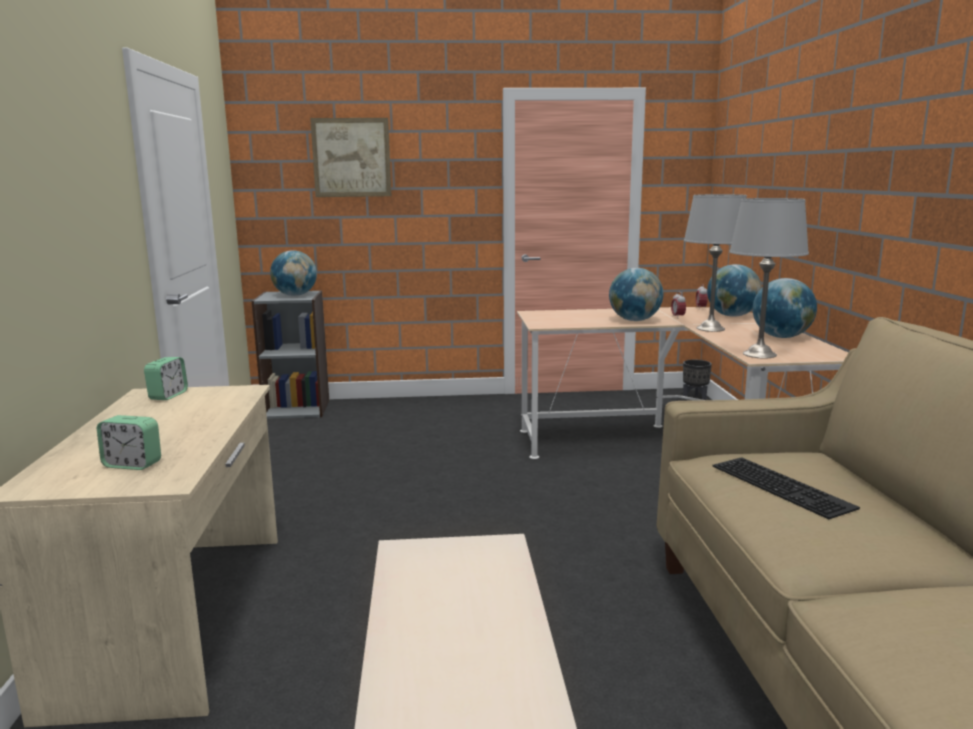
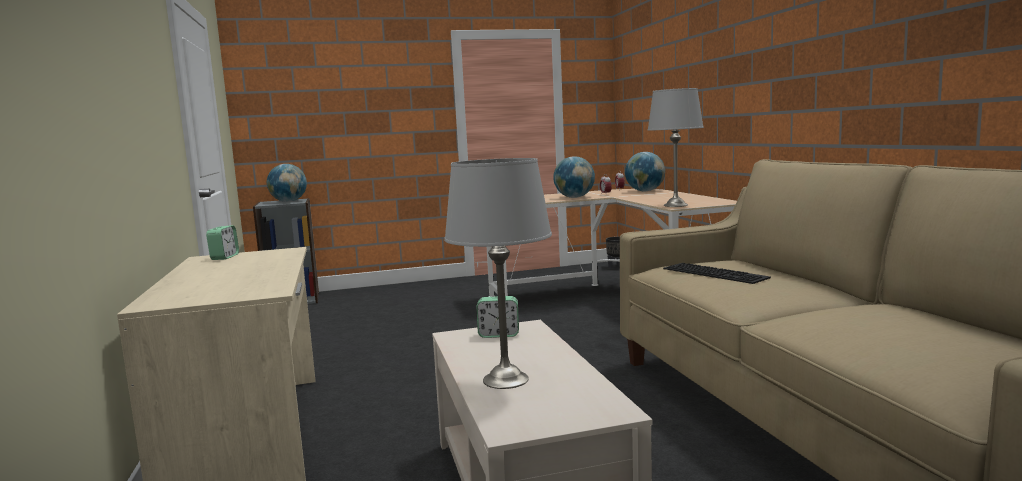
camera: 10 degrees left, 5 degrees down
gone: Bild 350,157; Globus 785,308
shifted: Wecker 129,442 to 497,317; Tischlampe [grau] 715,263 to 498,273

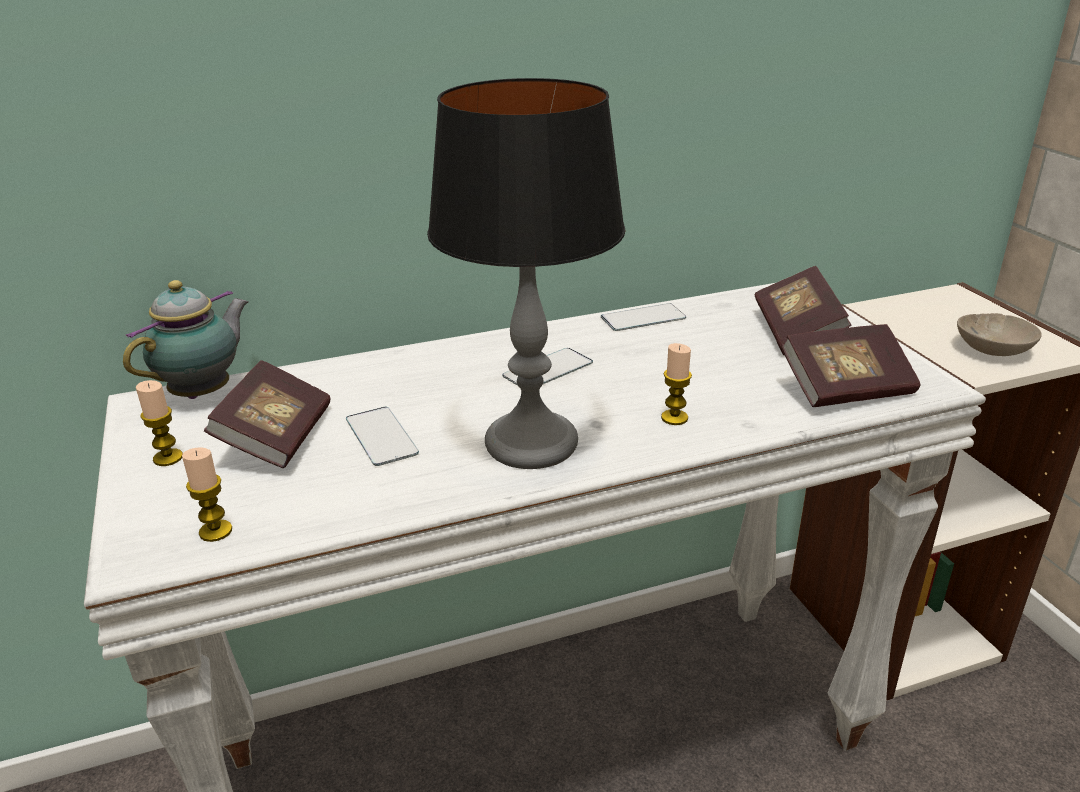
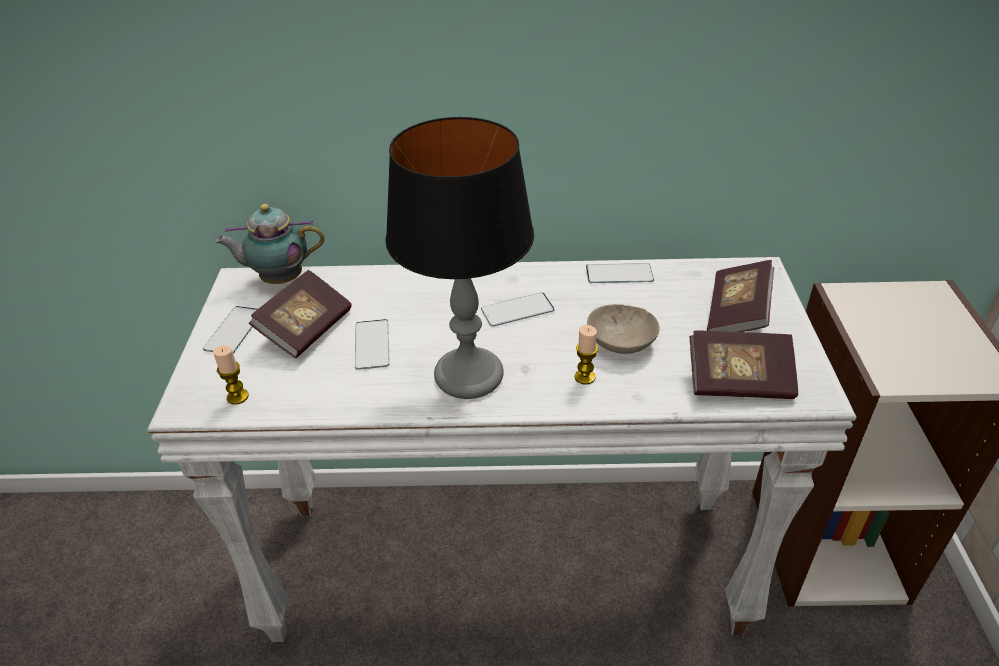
camera: 20 degrees right, 10 degrees up
shifted: Schüssel [beige] 999,334 to 623,329
swapped: Kerze 159,423 to Handy 230,329
rotated: Teekanne 185,339 = 269,244 150 degrees counterclockwise

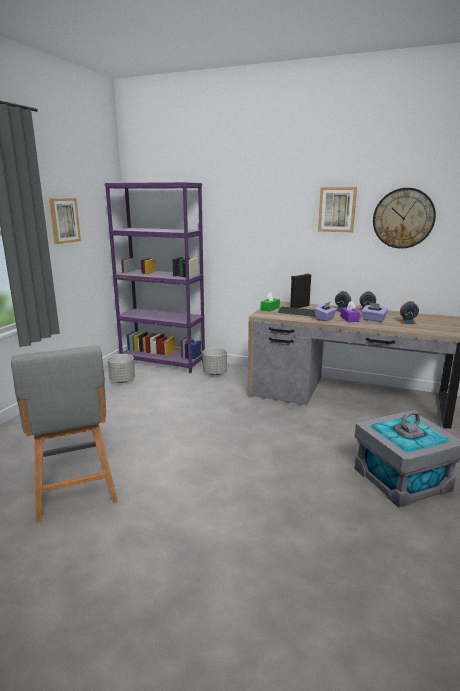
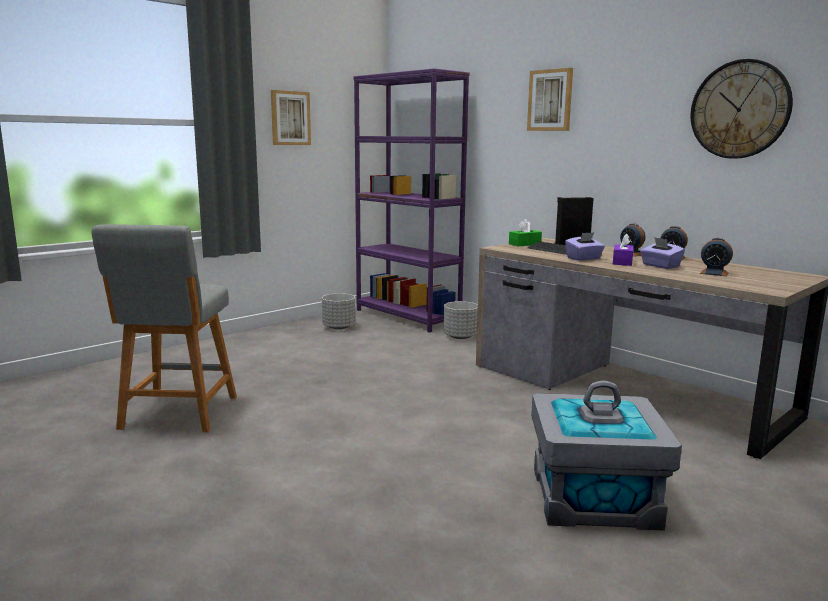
camera: 25 degrees right, 5 degrees down
shifted: Bild 337,209 to 550,99

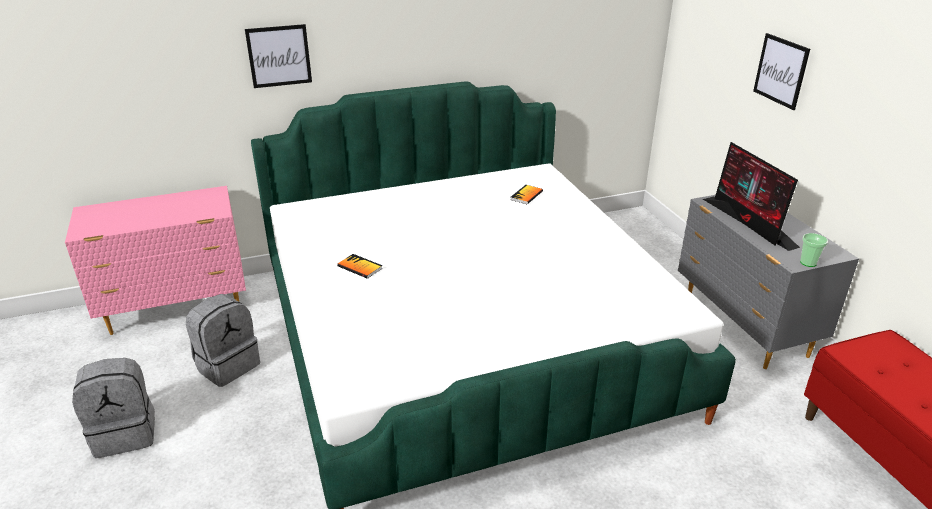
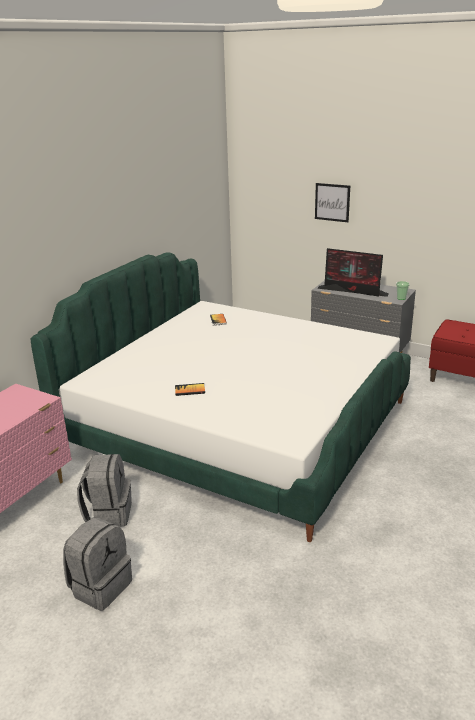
camera: 40 degrees left, 5 degrees down
gone: Bild 278,56

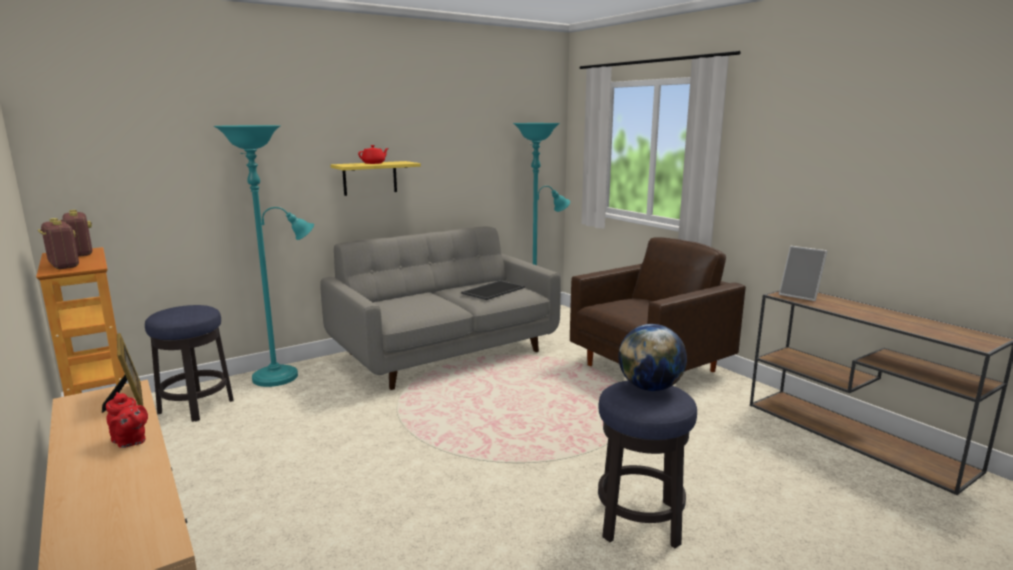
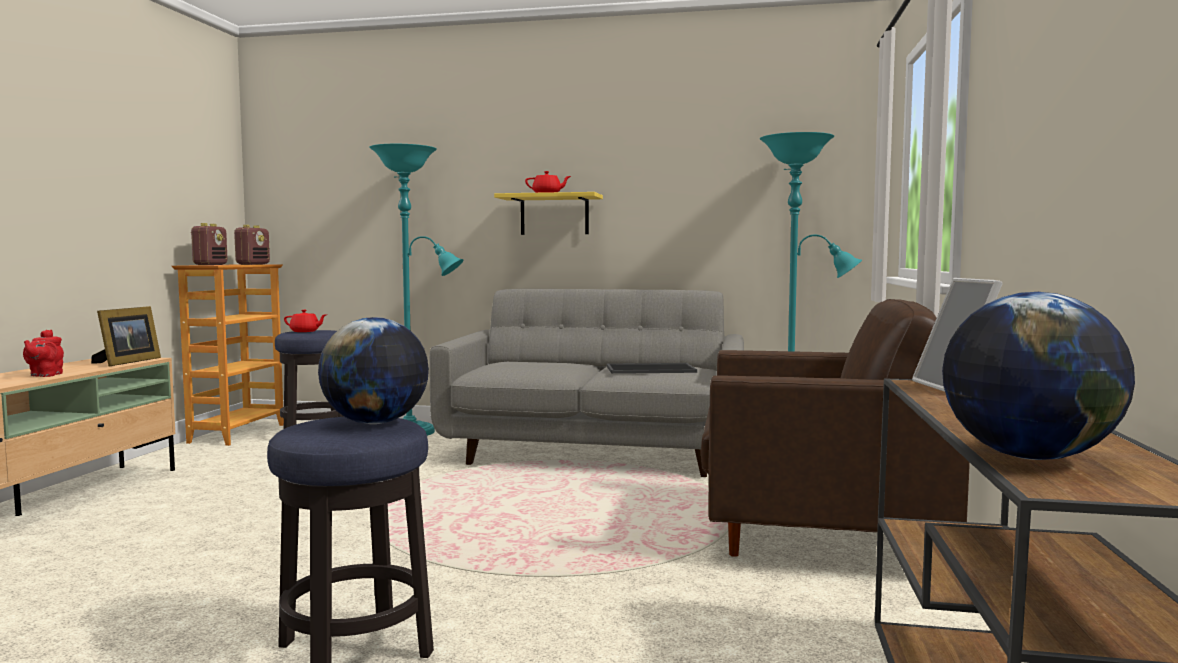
camera: 45 degrees right, 10 degrees down
new: Teekanne [rot] 305,321; Globus 1038,376

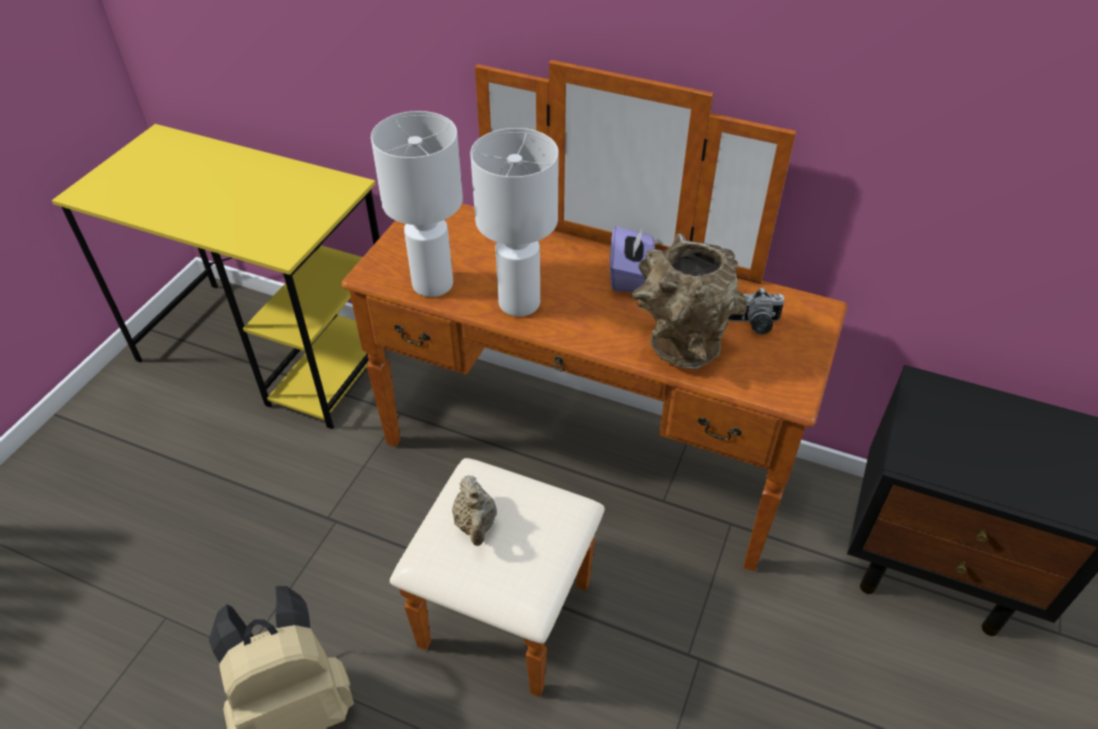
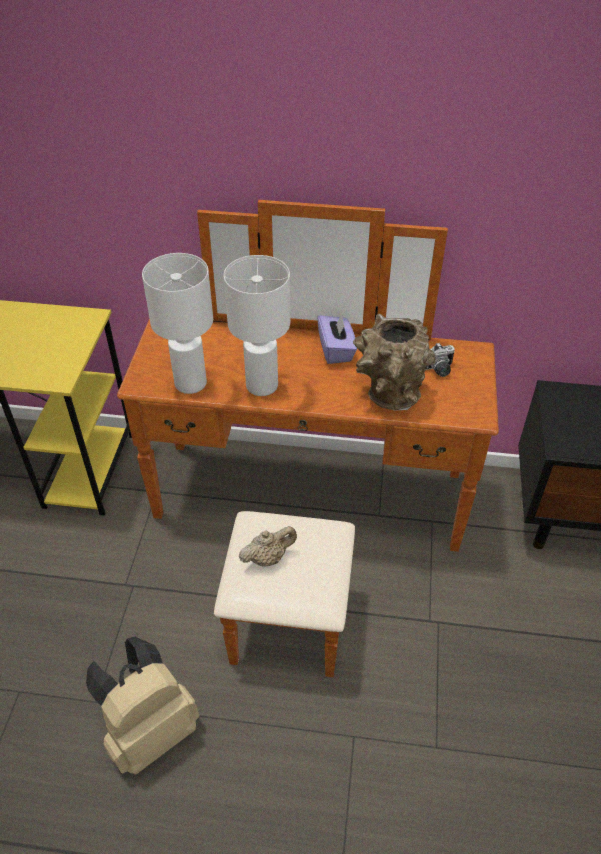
camera: 15 degrees left, 0 degrees up
rotated: Teekanne [beige] 474,510 = 268,546 90 degrees counterclockwise

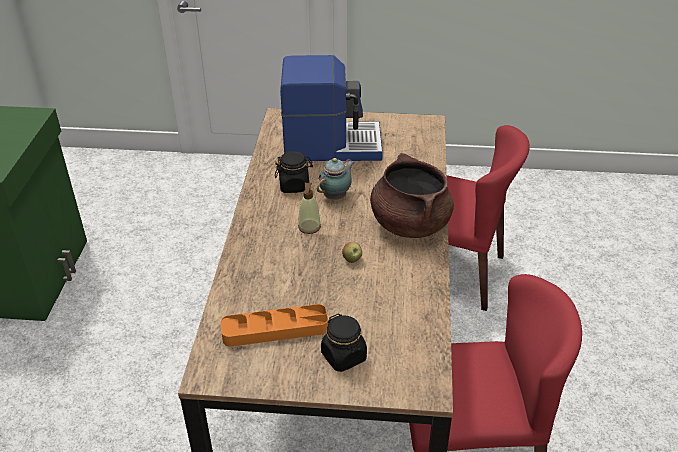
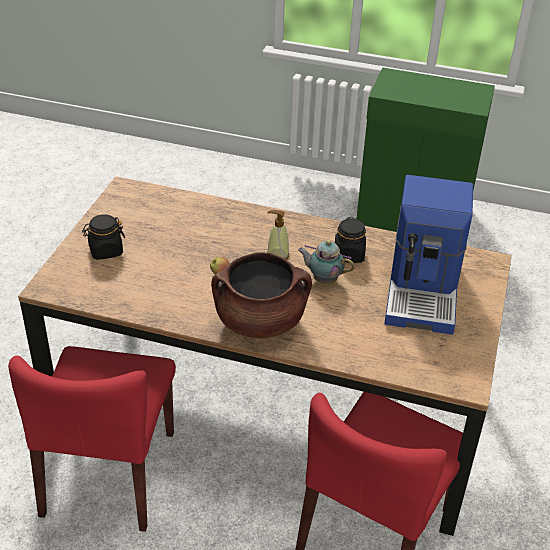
camera: 100 degrees right, 0 degrees up
gone: Tablett [orange] 274,325
rotated: Teekanne 335,178 = 326,262 150 degrees clockwise

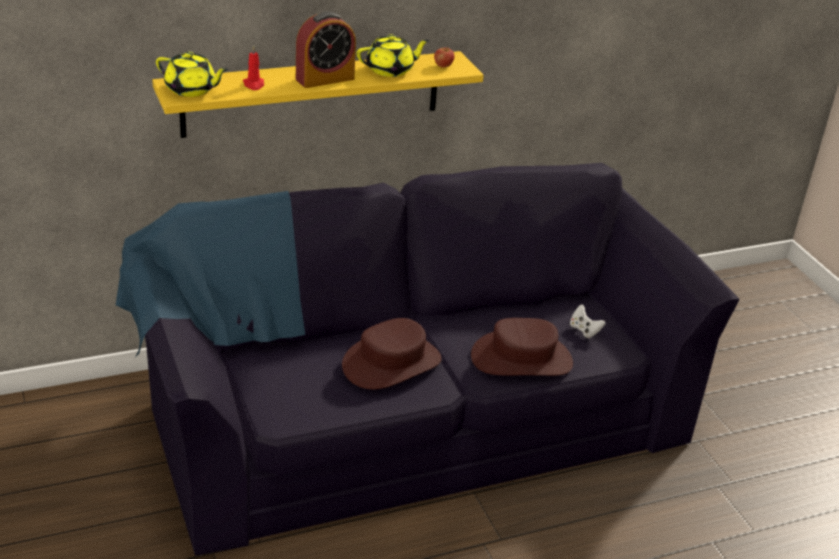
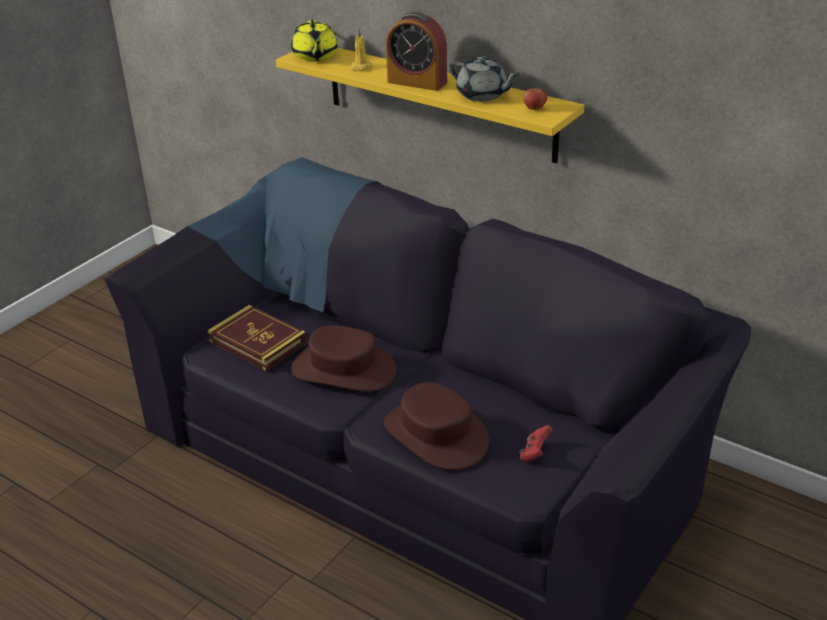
camera: 60 degrees right, 0 degrees up
new: Buch 257,338
repainted: Kerze [rot] 253,67 to Kerze [gelb] 361,50; Teekanne [gelb] 393,55 to Teekanne [grau] 484,78; Gamepad [weiß] 587,321 to Gamepad [rot] 536,443

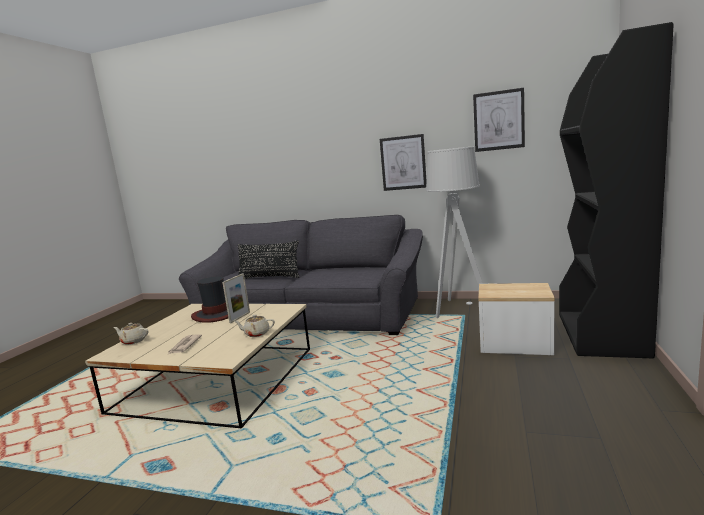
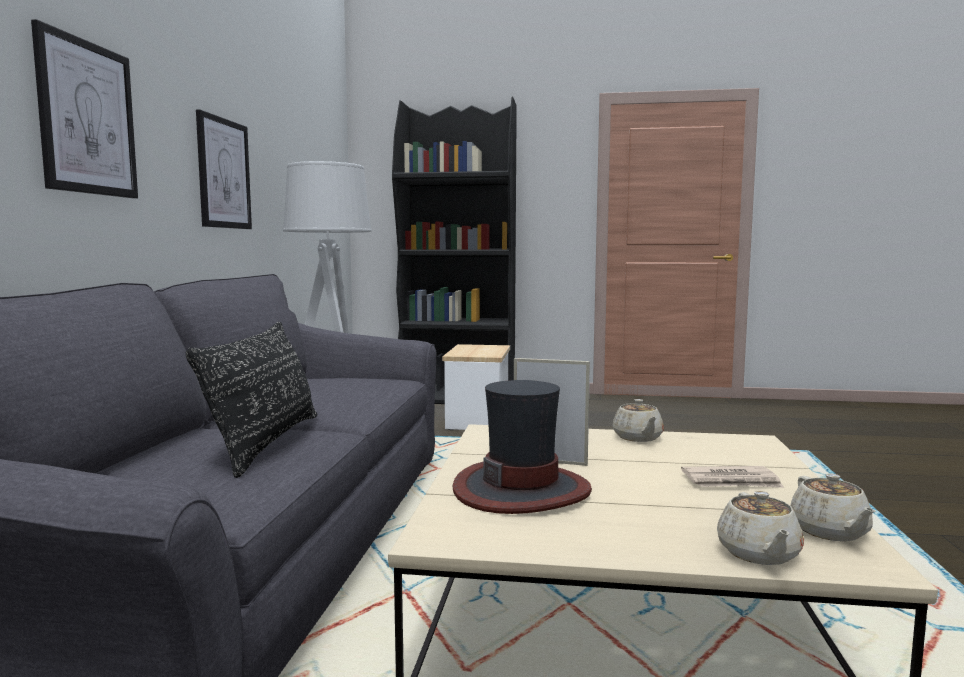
camera: 100 degrees left, 5 degrees down
new: Teekanne [beige] 833,507
shifted: Bild 499,120 to 84,108

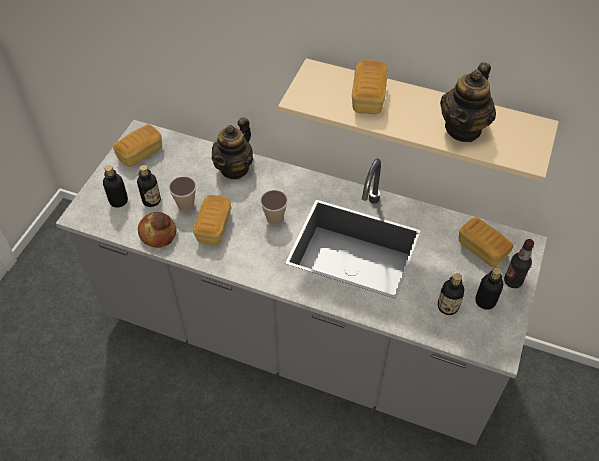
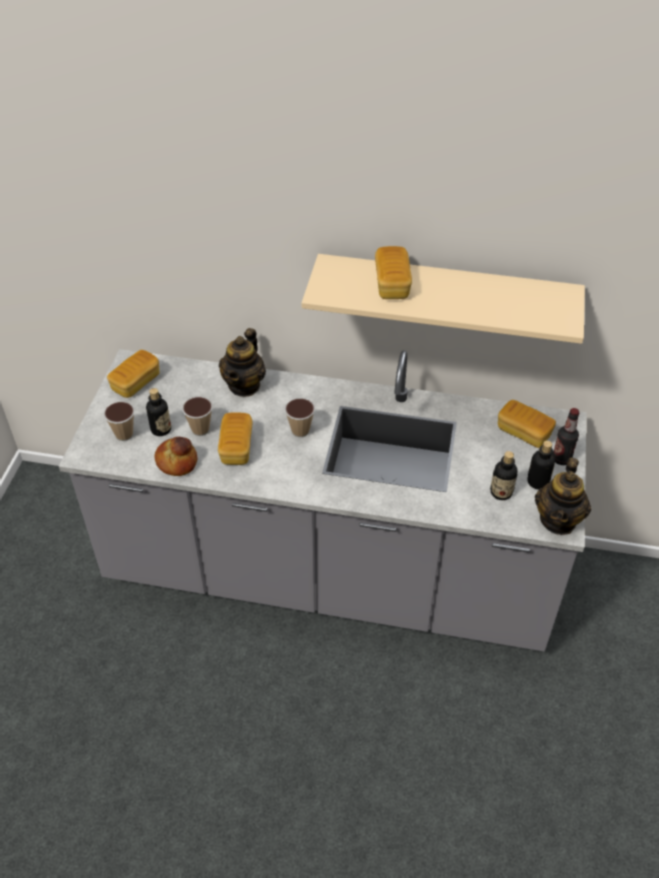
camera: 10 degrees left, 5 degrees down
shifted: Teekanne 468,102 to 563,496
swapped: Flasche 115,186 to Tasse 119,421

